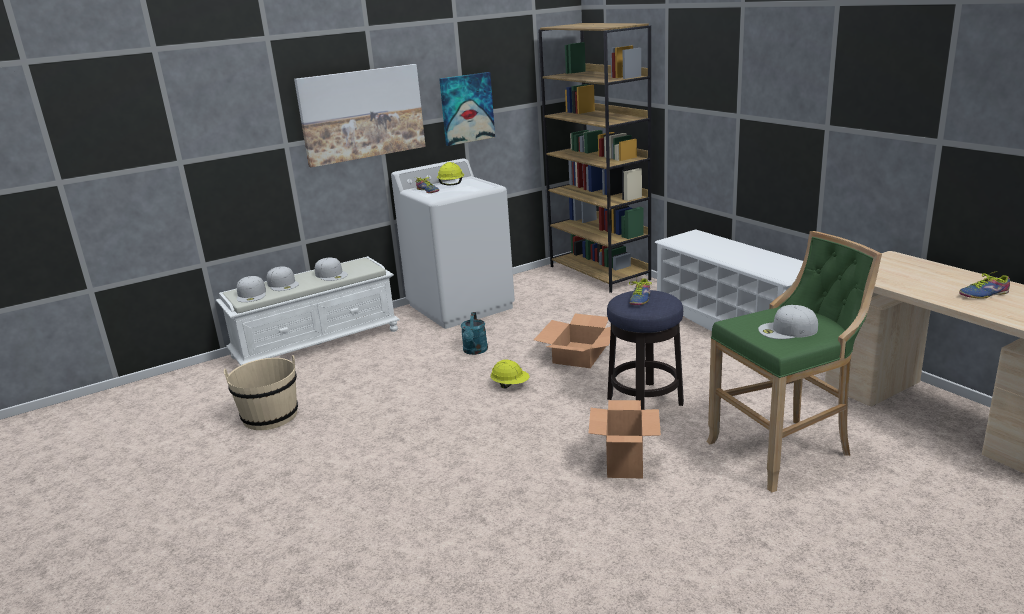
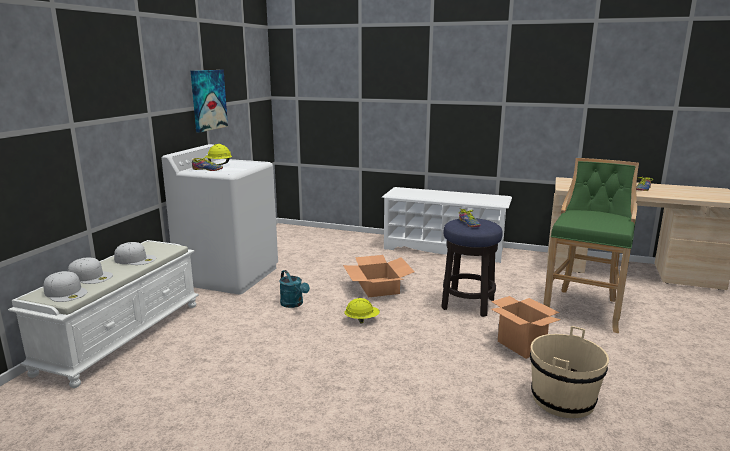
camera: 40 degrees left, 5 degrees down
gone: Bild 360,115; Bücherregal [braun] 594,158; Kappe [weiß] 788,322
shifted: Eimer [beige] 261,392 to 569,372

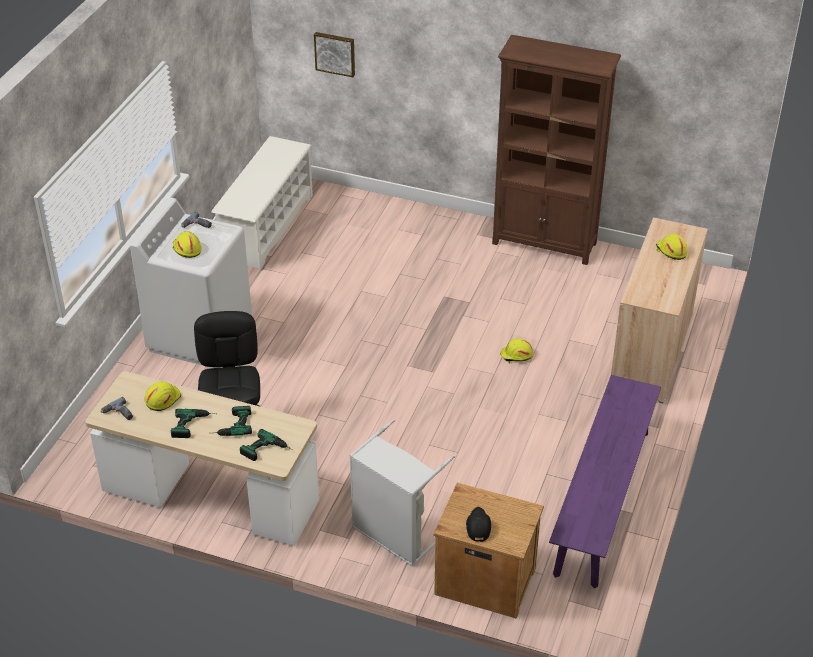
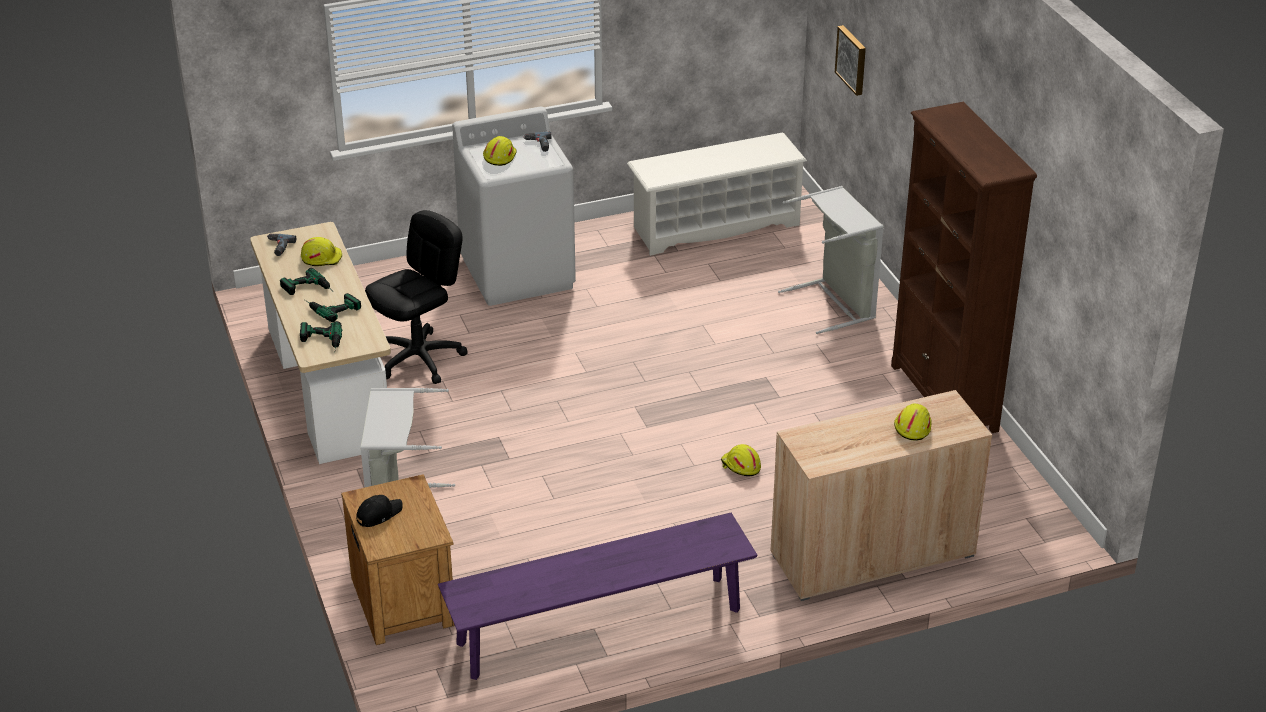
camera: 50 degrees right, 5 degrees down
new: Wäschekorb [grau] 831,260

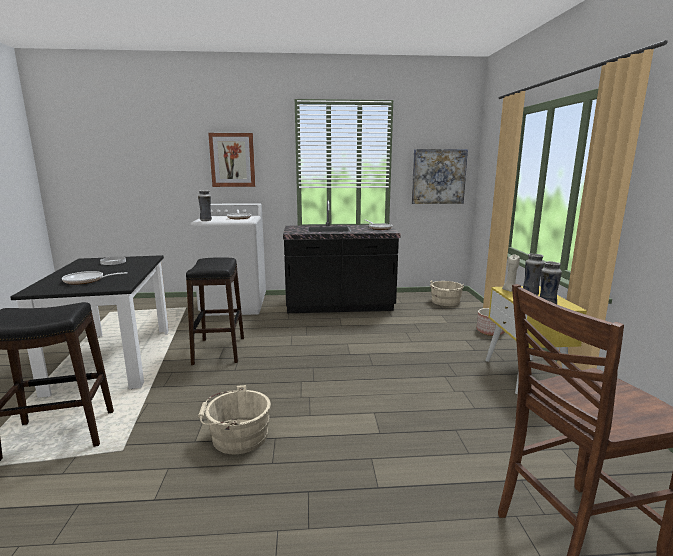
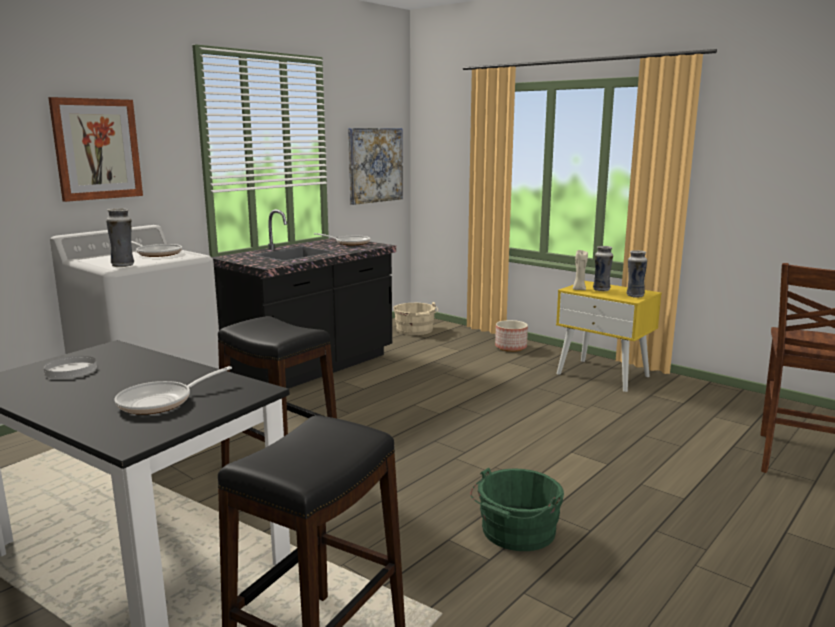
camera: 45 degrees left, 0 degrees up
repainted: Eimer [beige] 234,419 to Eimer [grün] 517,509

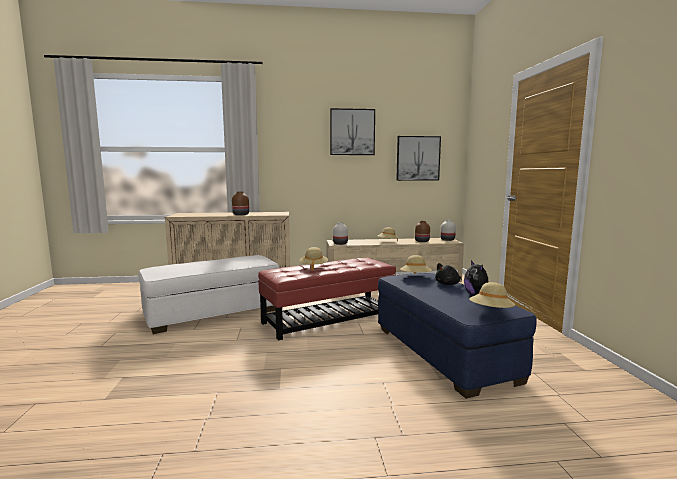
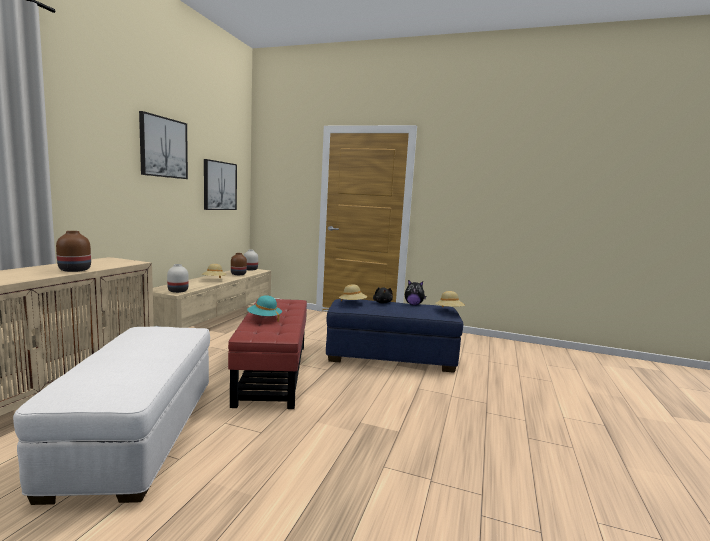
camera: 65 degrees left, 0 degrees up
repainted: Hut [beige] 314,259 to Hut [türkis] 264,308

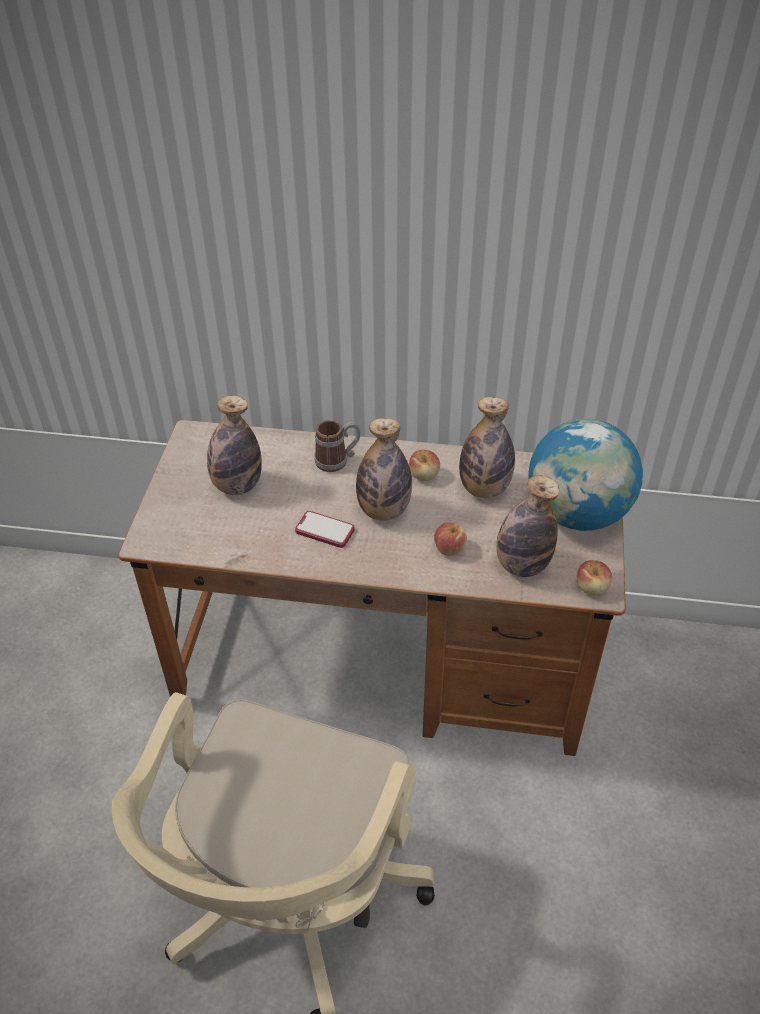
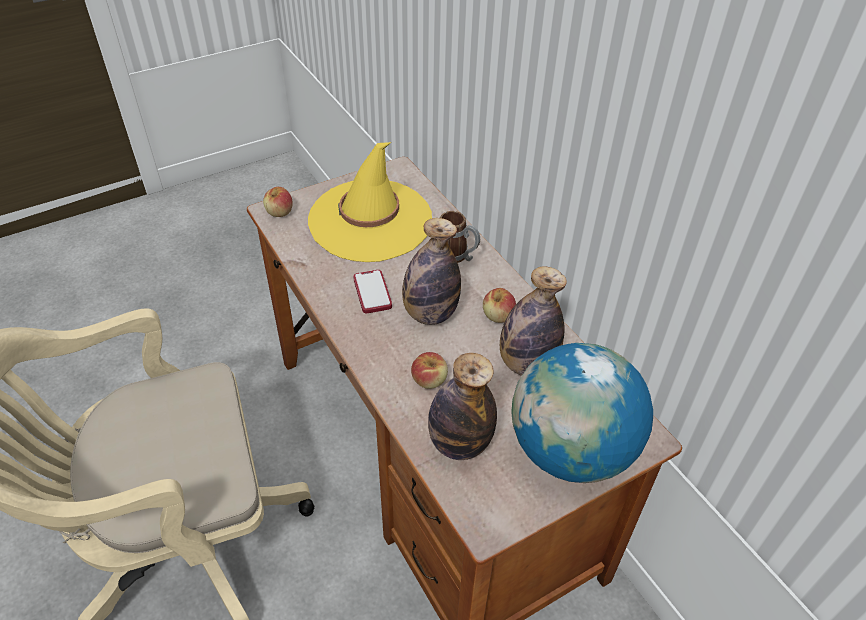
camera: 50 degrees right, 0 degrees up
shifted: Apfel 594,577 to 278,202
swapped: Flasche 234,445 to Hut [gelb] 370,202

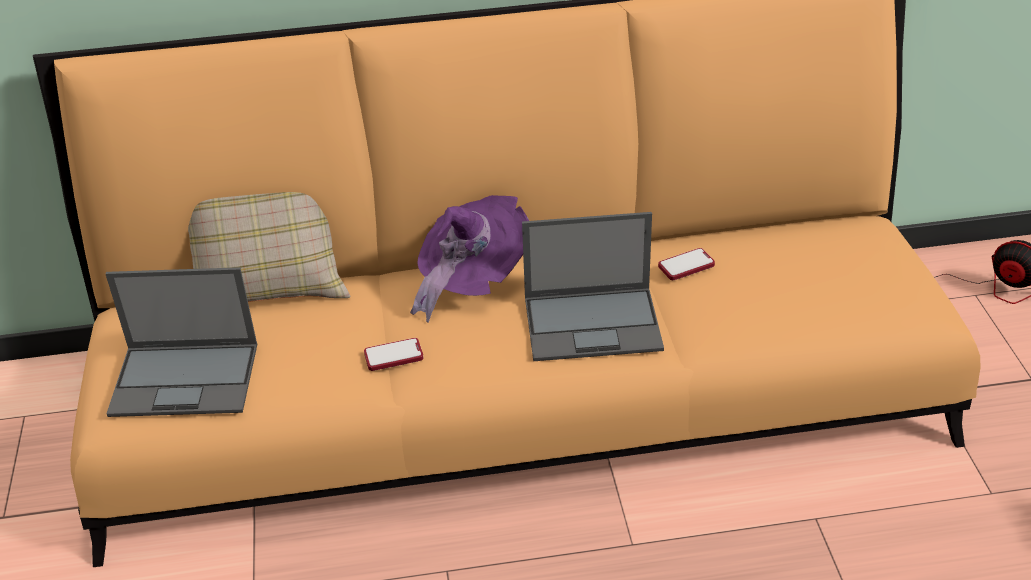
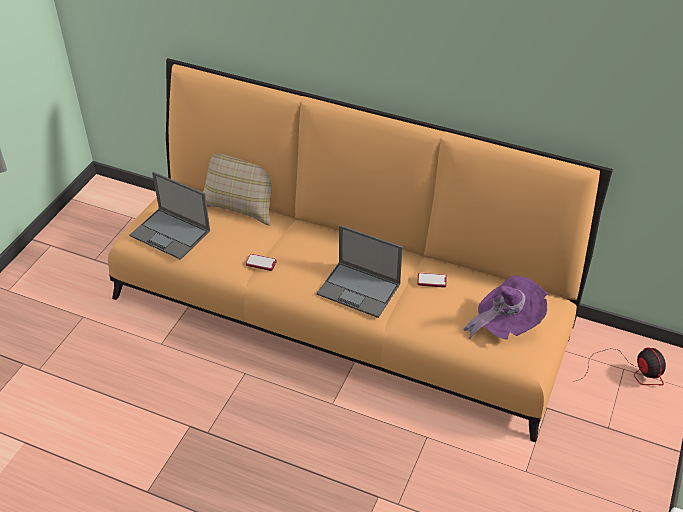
camera: 30 degrees right, 5 degrees up
shifted: Hut [lila] 469,259 to 505,308

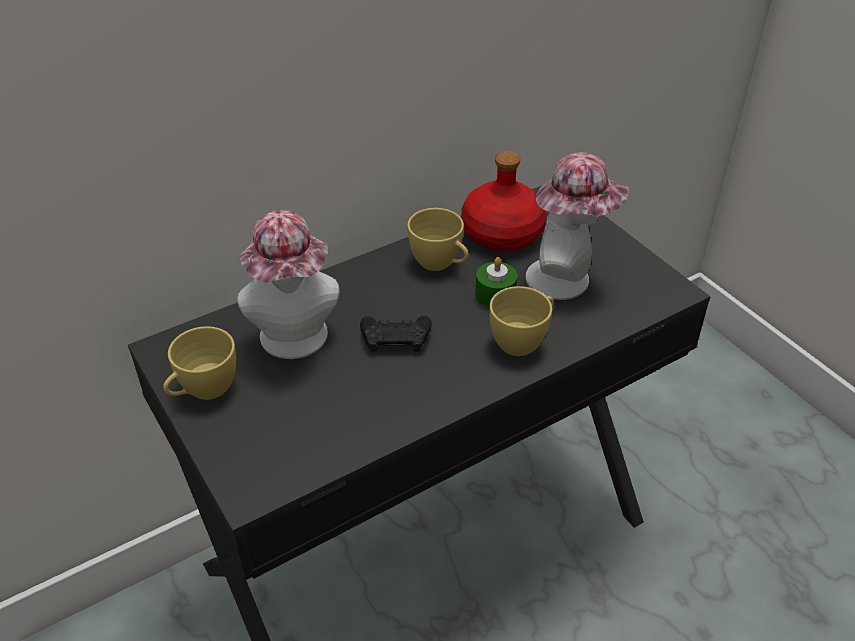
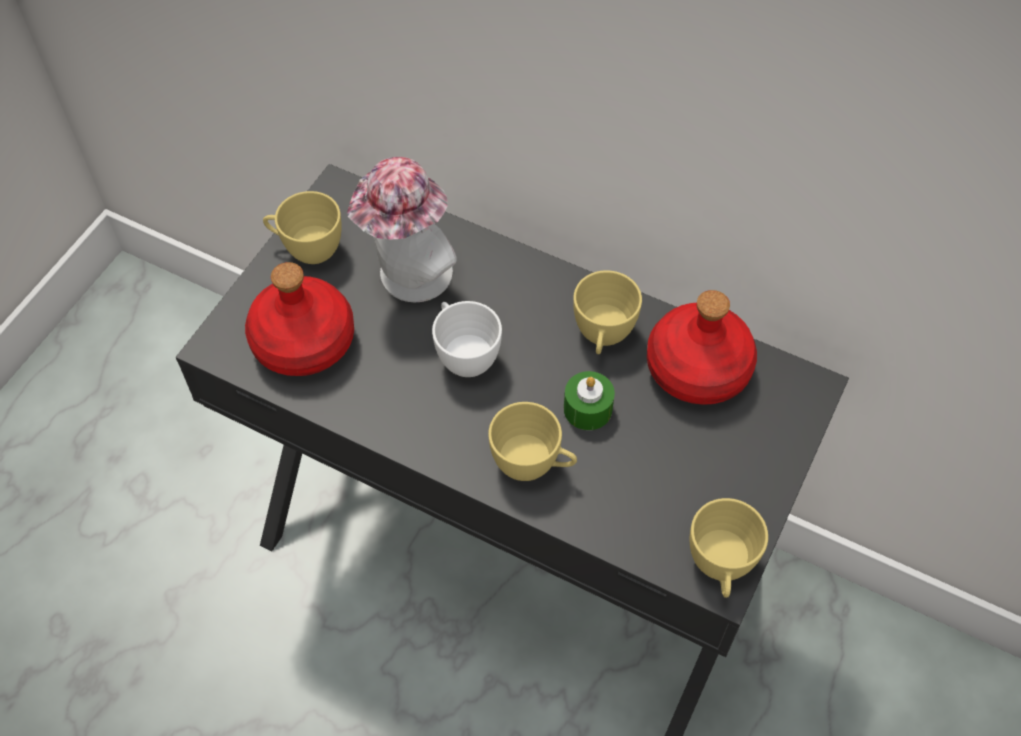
camera: 60 degrees right, 15 degrees up
gone: Hut 577,226
new: Flasche [rot] 299,319; Tasse [gelb] 728,548
swapped: Gamepad [schwarz] 396,334 to Tasse [weiß] 467,339

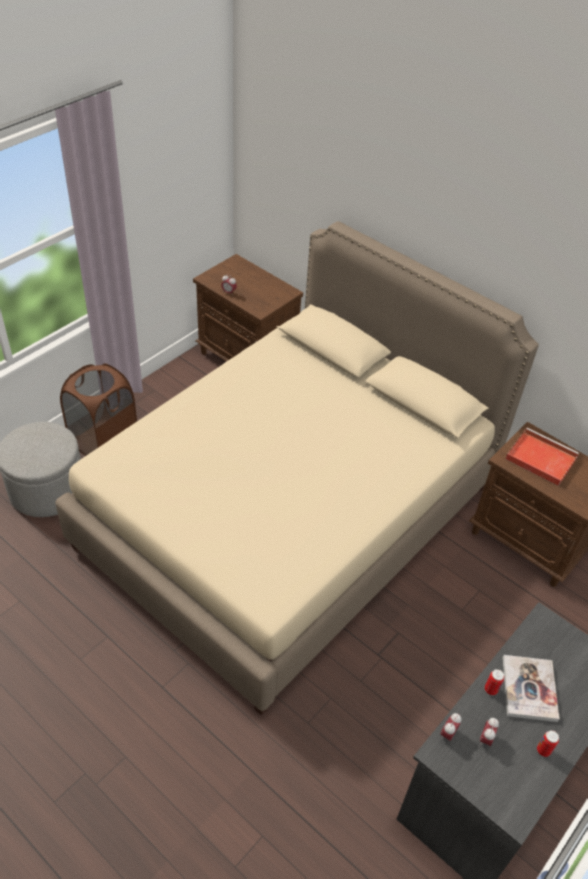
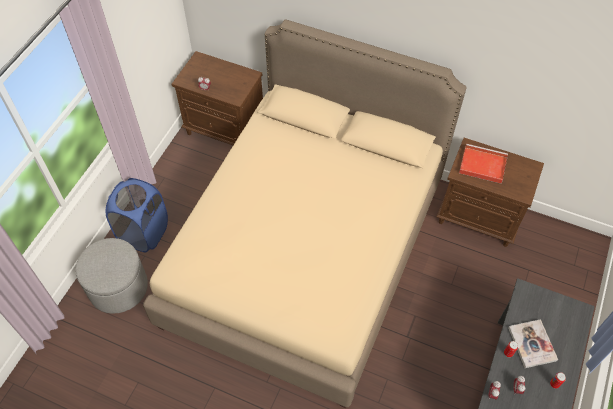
camera: 15 degrees left, 10 degrees up
repainted: Wäschekorb [braun] 98,409 to Wäschekorb [blau] 137,215

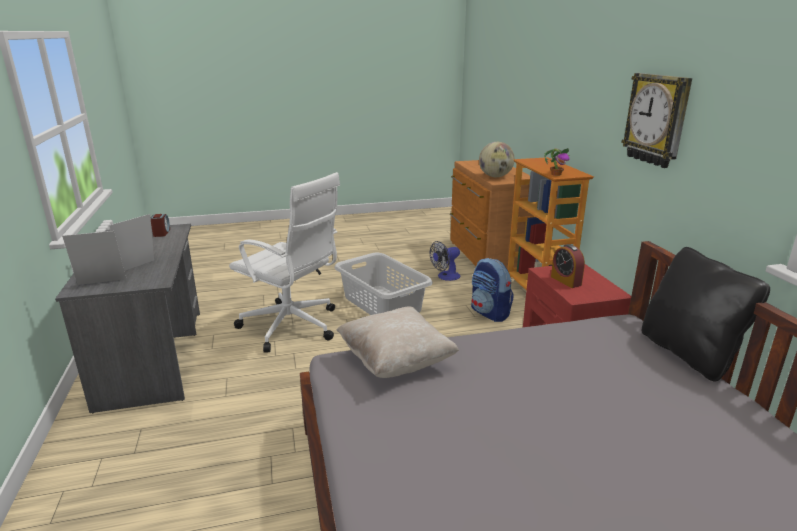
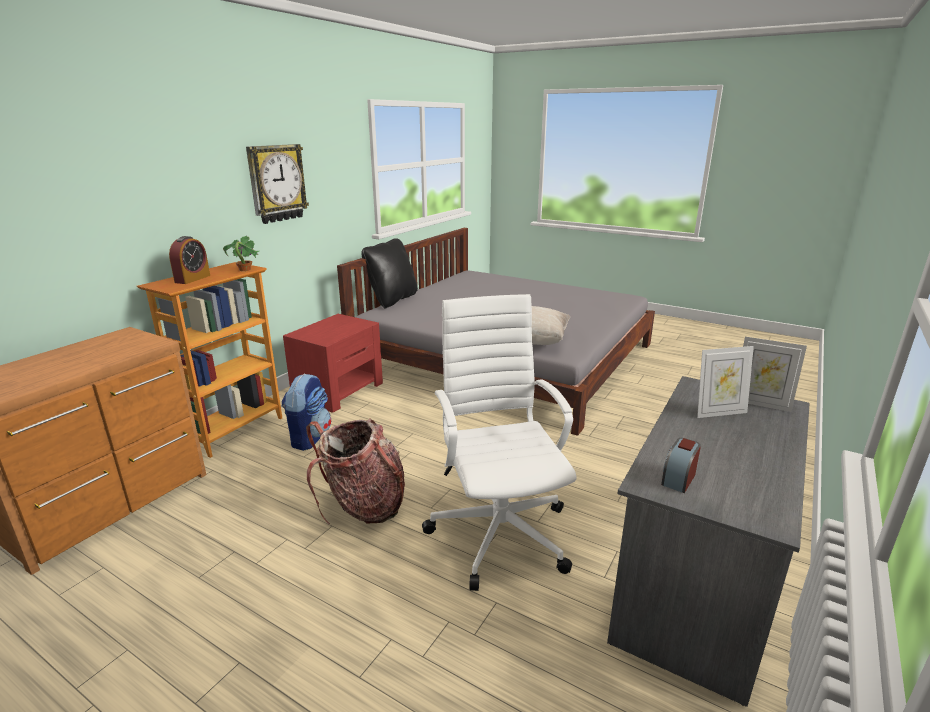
camera: 135 degrees left, 0 degrees up
gone: Ventilator 444,261; Globus 497,159
shifted: Wecker 568,266 to 189,260
swapped: Wäschekorb [grau] 383,284 to Rucksack 355,472

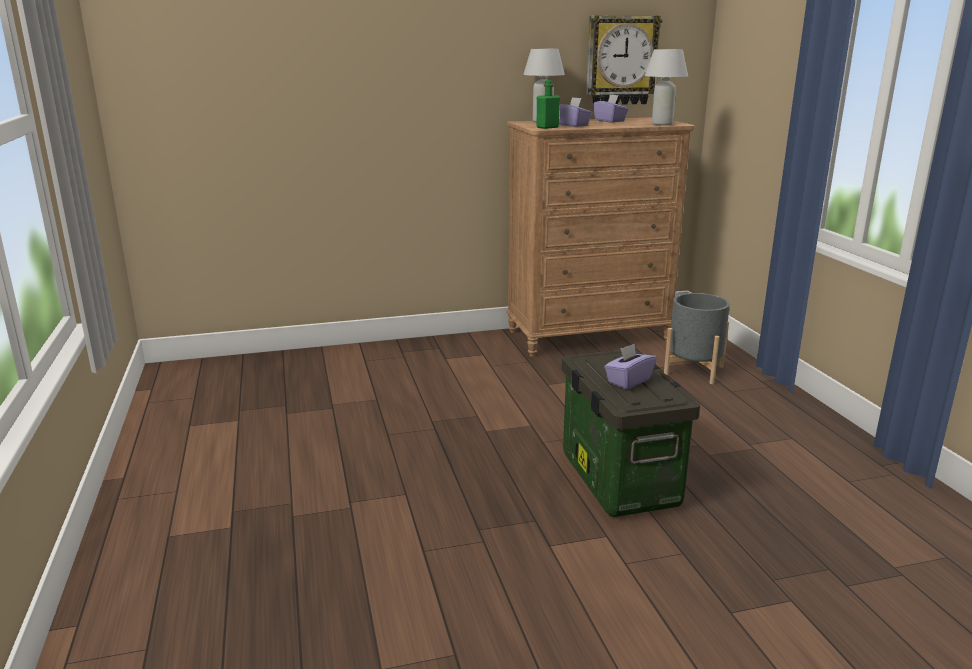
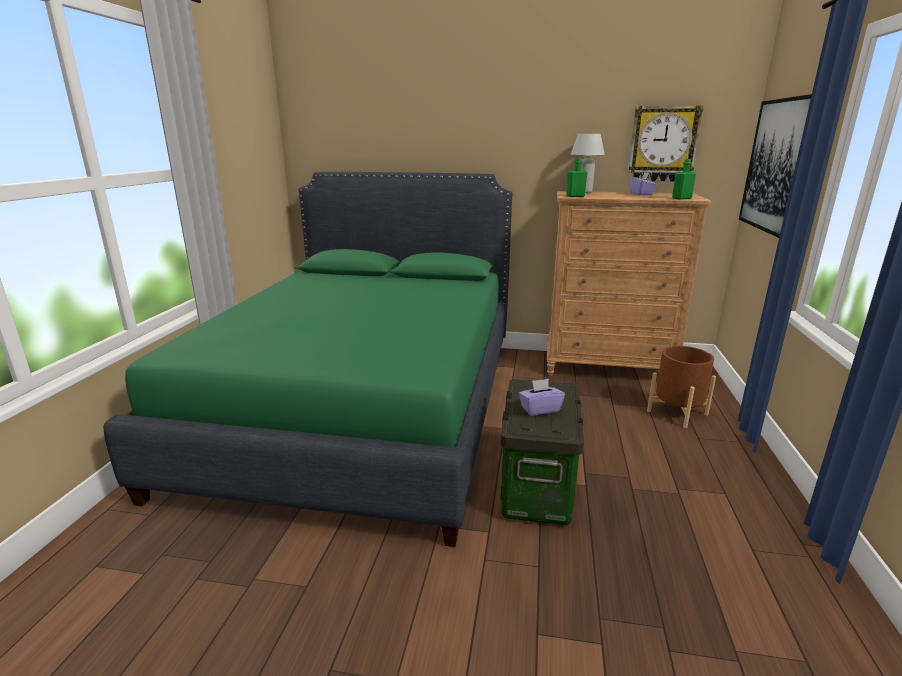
camera: 25 degrees right, 0 degrees up
gone: Taschentuchbox [lila] 575,112
new: Bett [grün] 307,359; Bild 775,166
swapped: Tischlampe [weiß] 666,87 to Flasche [grün] 684,179
repainted: Pflanzkübel [grau] 697,338 to Pflanzkübel [braun] 681,387

